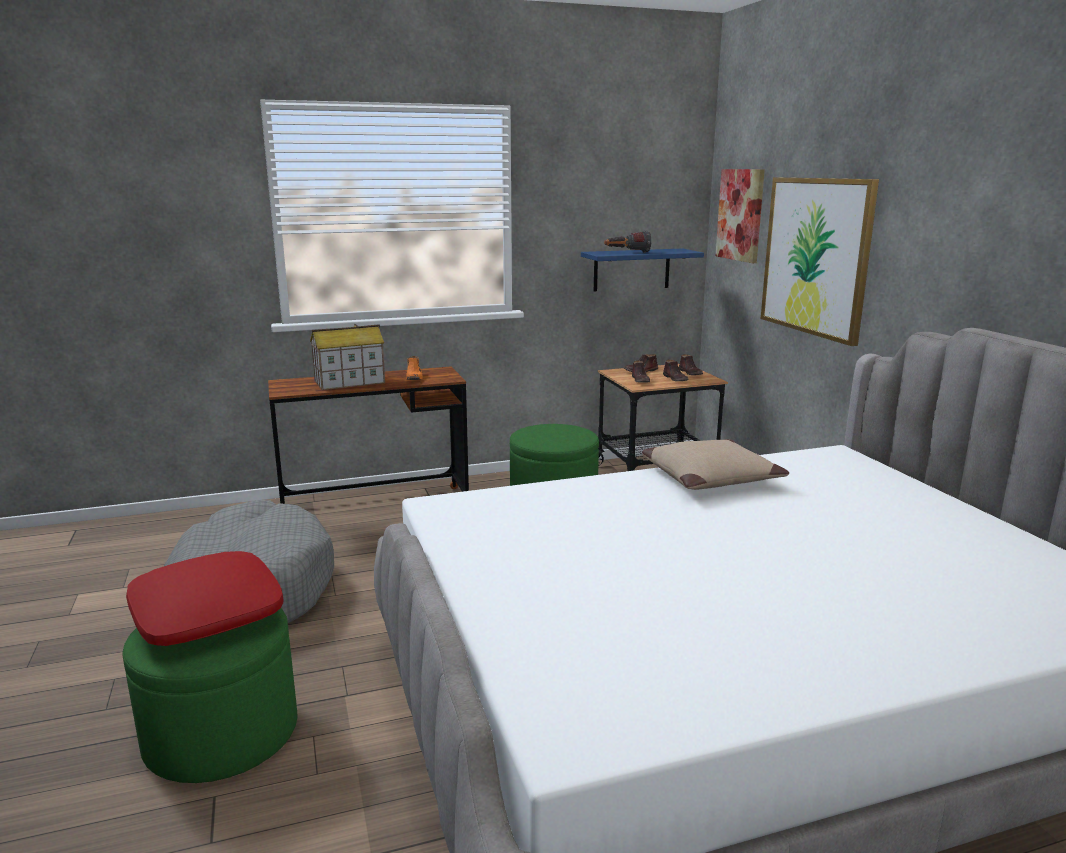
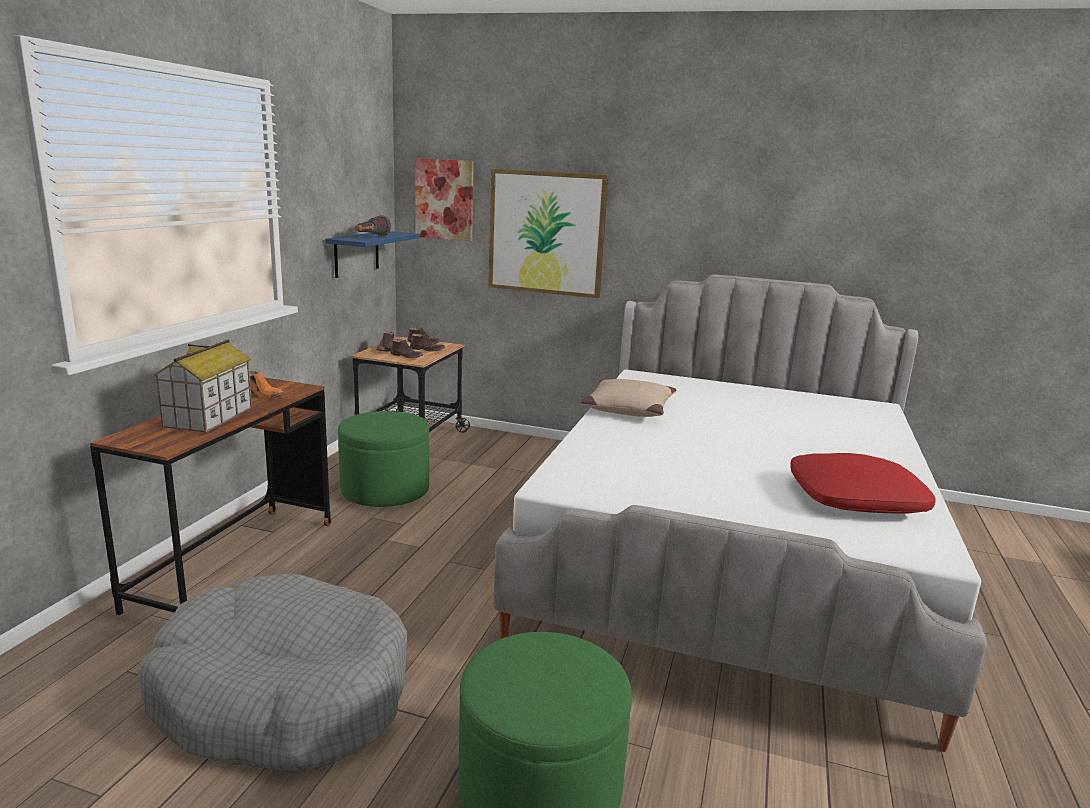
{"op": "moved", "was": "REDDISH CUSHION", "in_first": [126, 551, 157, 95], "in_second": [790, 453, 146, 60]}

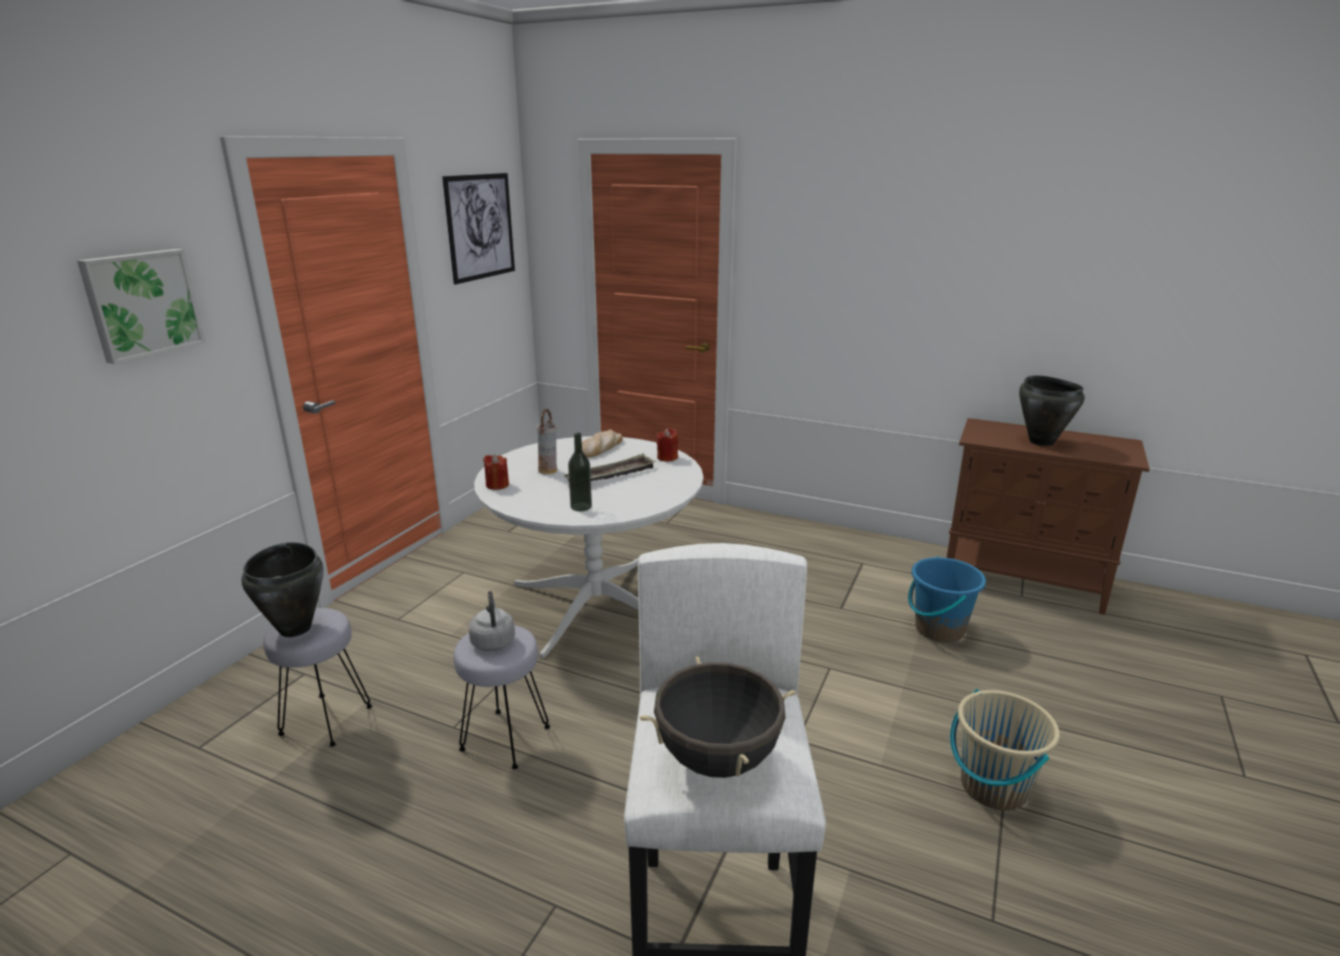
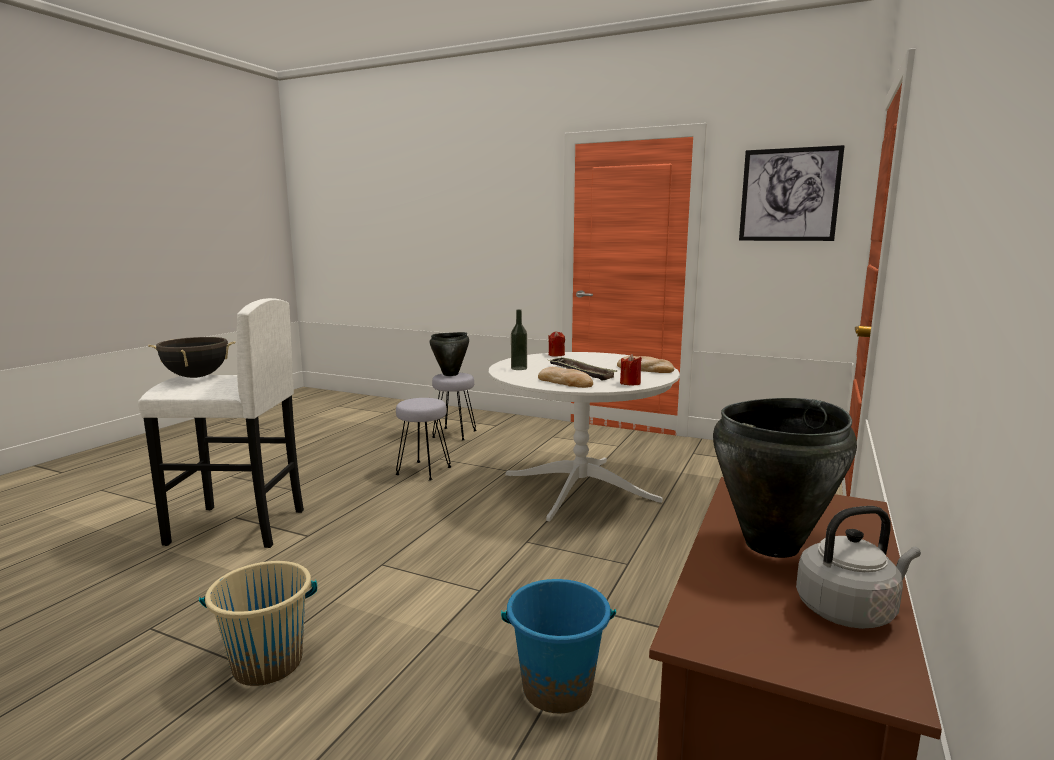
{"op": "added", "now": "BAKERY BREAD", "in_second": [538, 367, 55, 21]}
{"op": "moved", "was": "GREYISH KETTLE", "in_first": [468, 591, 47, 60], "in_second": [796, 506, 125, 123]}
{"op": "removed", "was": "WALL PICTURE", "in_first": [77, 249, 129, 115]}
{"op": "removed", "was": "VASE", "in_first": [537, 409, 20, 65]}

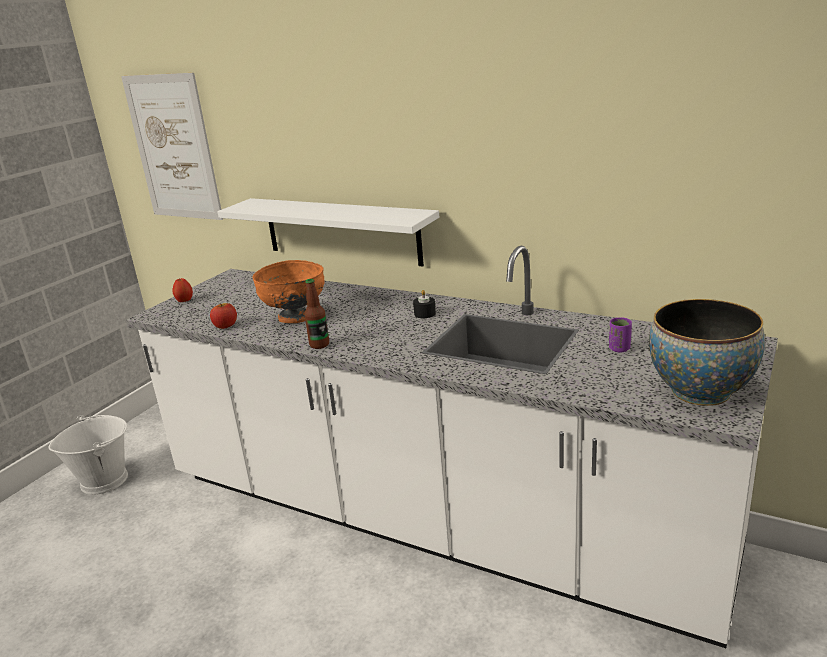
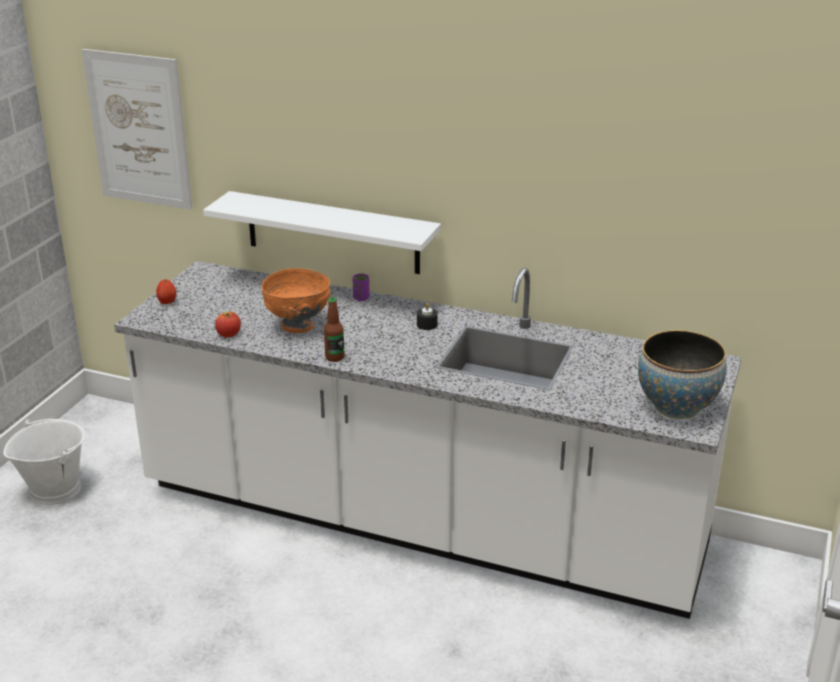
{"op": "moved", "was": "PURPLISH SMALL CUP", "in_first": [609, 317, 23, 35], "in_second": [352, 274, 17, 27]}

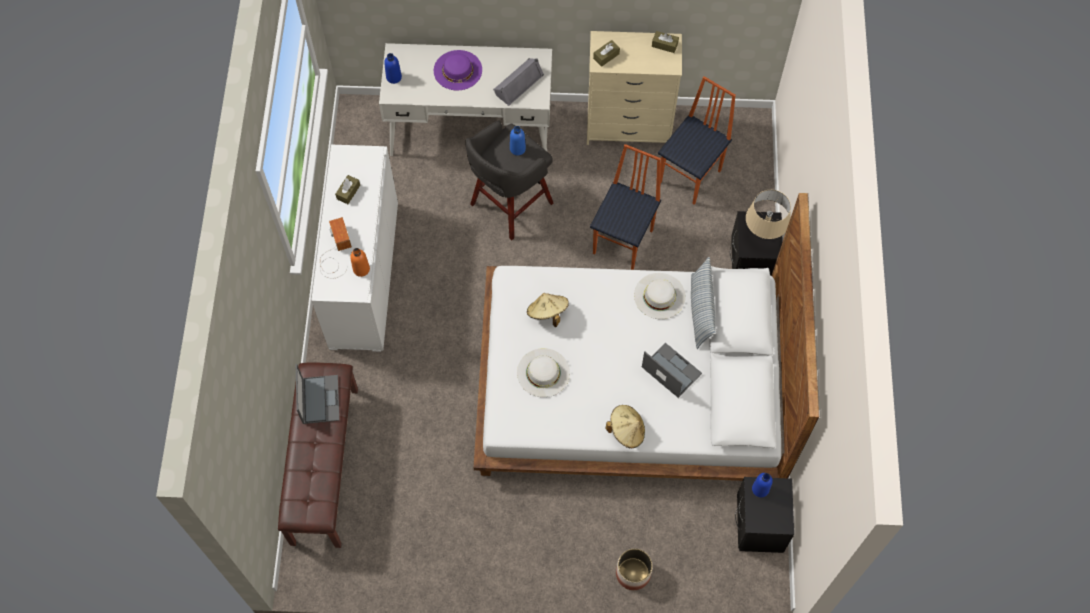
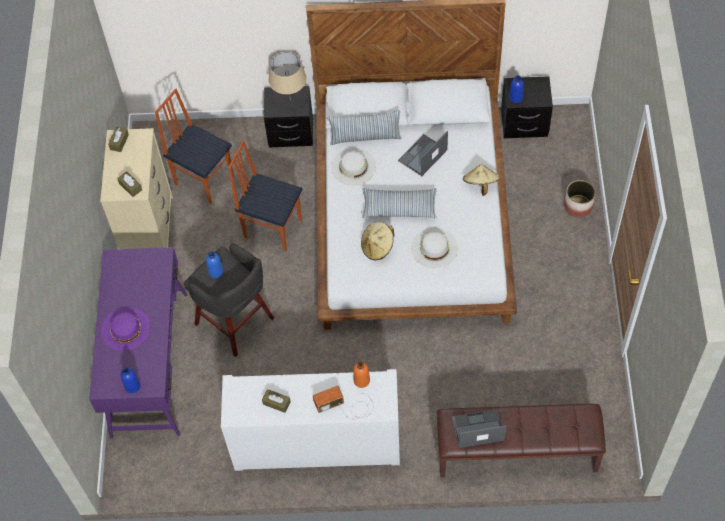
{"op": "recoloured", "was": "WHITISH DESK UNIT", "now": "PURPLISH DESK UNIT", "in_first": [379, 43, 173, 113], "in_second": [89, 247, 99, 192]}
{"op": "added", "now": "CUSHION", "in_second": [362, 188, 75, 31]}
{"op": "removed", "was": "GREYISH AUDIO SPEAKER", "in_first": [493, 58, 51, 48]}

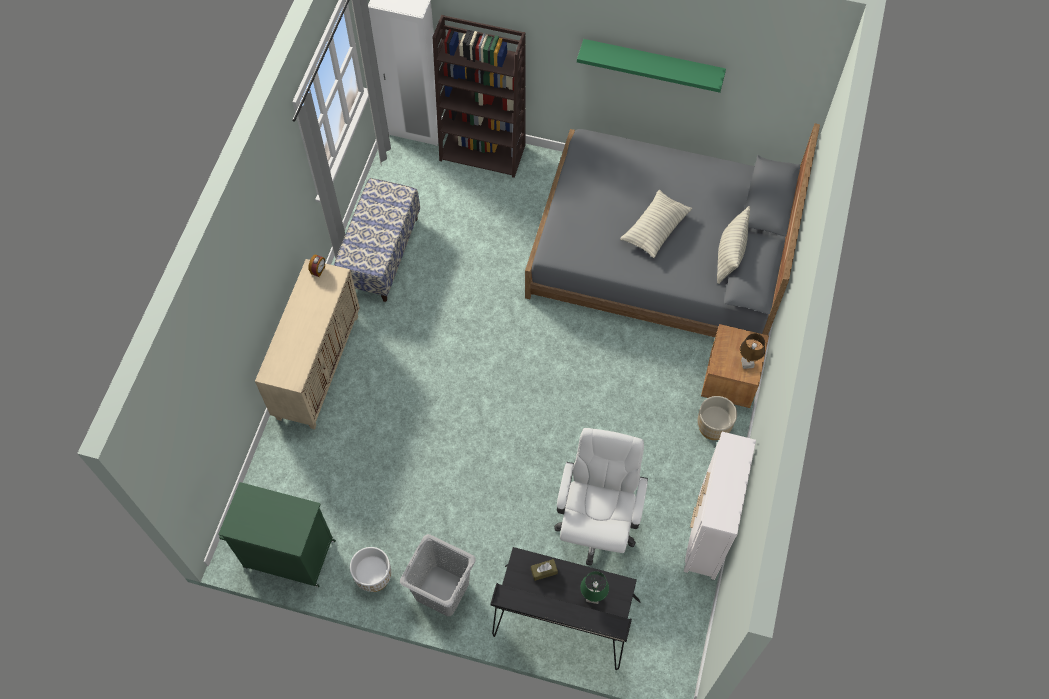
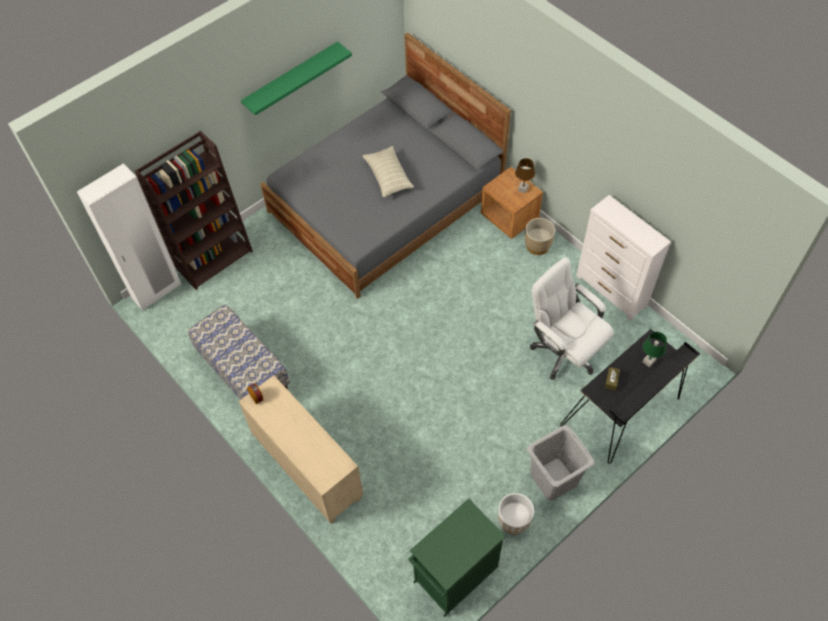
{"op": "removed", "was": "CUSHION", "in_first": [717, 206, 33, 78]}

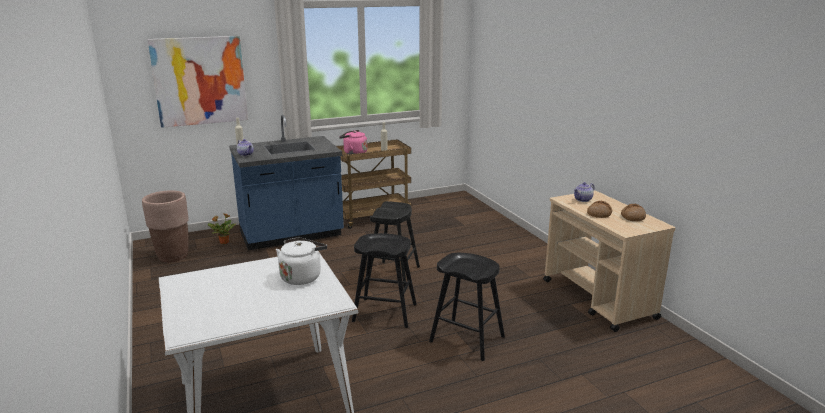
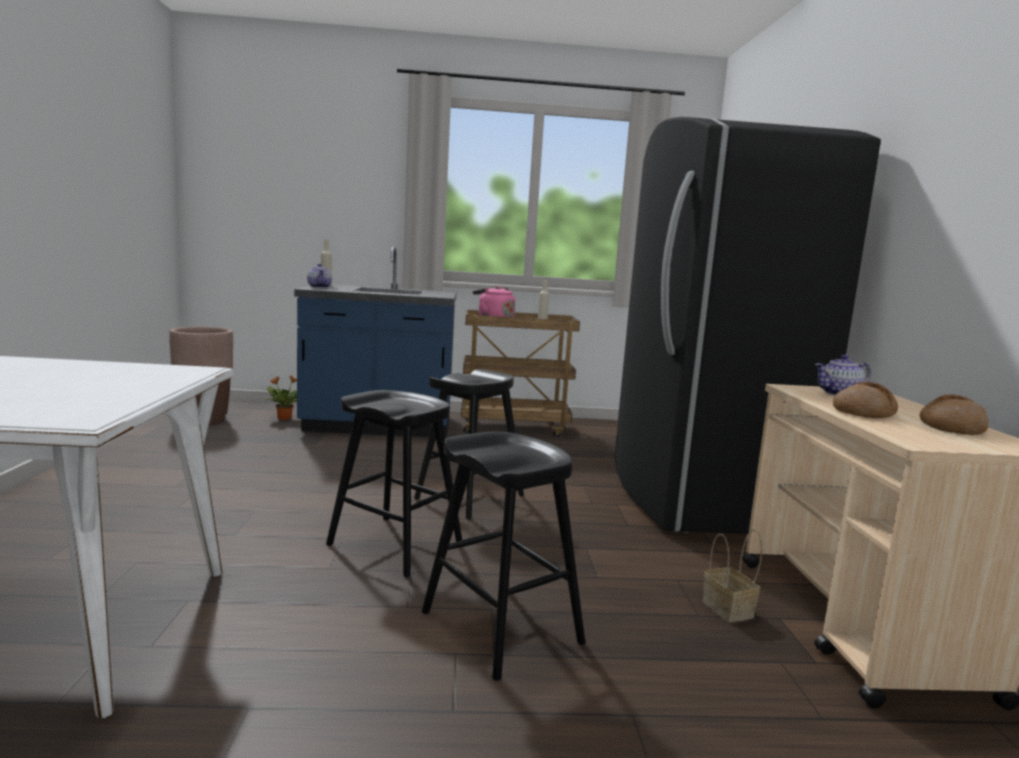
{"op": "added", "now": "BLACK REFRIGERATOR", "in_second": [614, 117, 267, 417]}
{"op": "added", "now": "HOUSEHOLD BASKET", "in_second": [703, 529, 59, 93]}
{"op": "removed", "was": "WALL PICTURE", "in_first": [147, 36, 101, 92]}
{"op": "removed", "was": "WHITISH KETTLE", "in_first": [276, 237, 51, 48]}

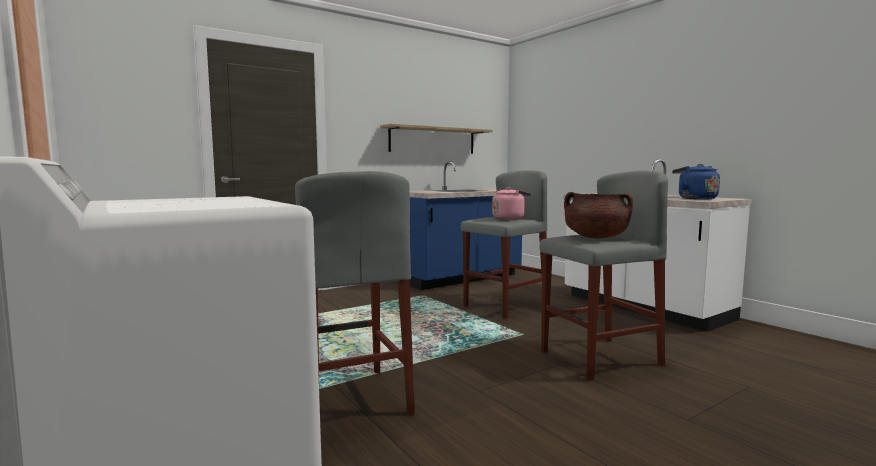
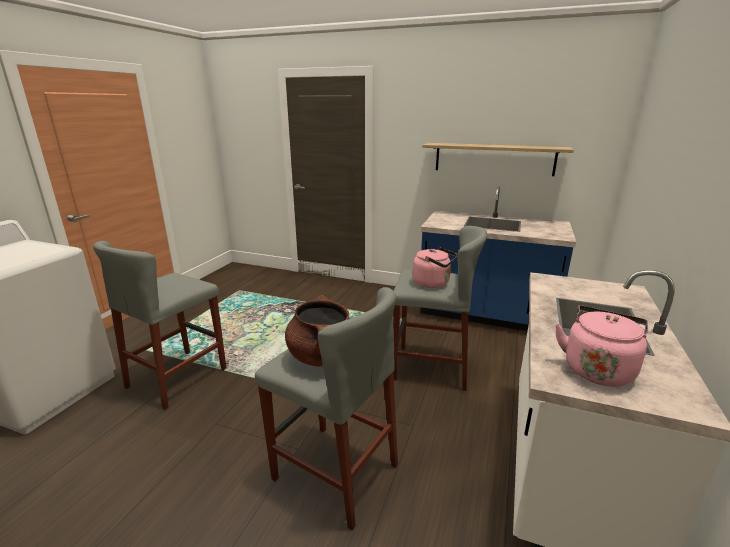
{"op": "recoloured", "was": "BLUE KETTLE", "now": "PINKISH KETTLE", "in_first": [672, 164, 48, 36], "in_second": [555, 305, 94, 81]}

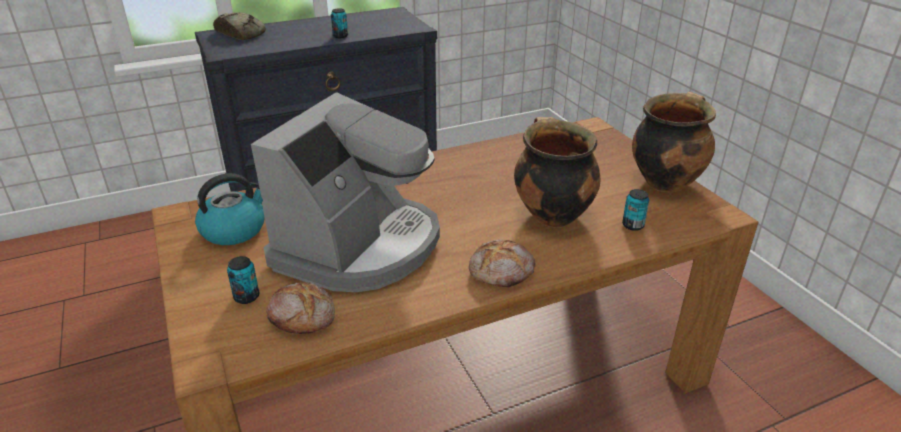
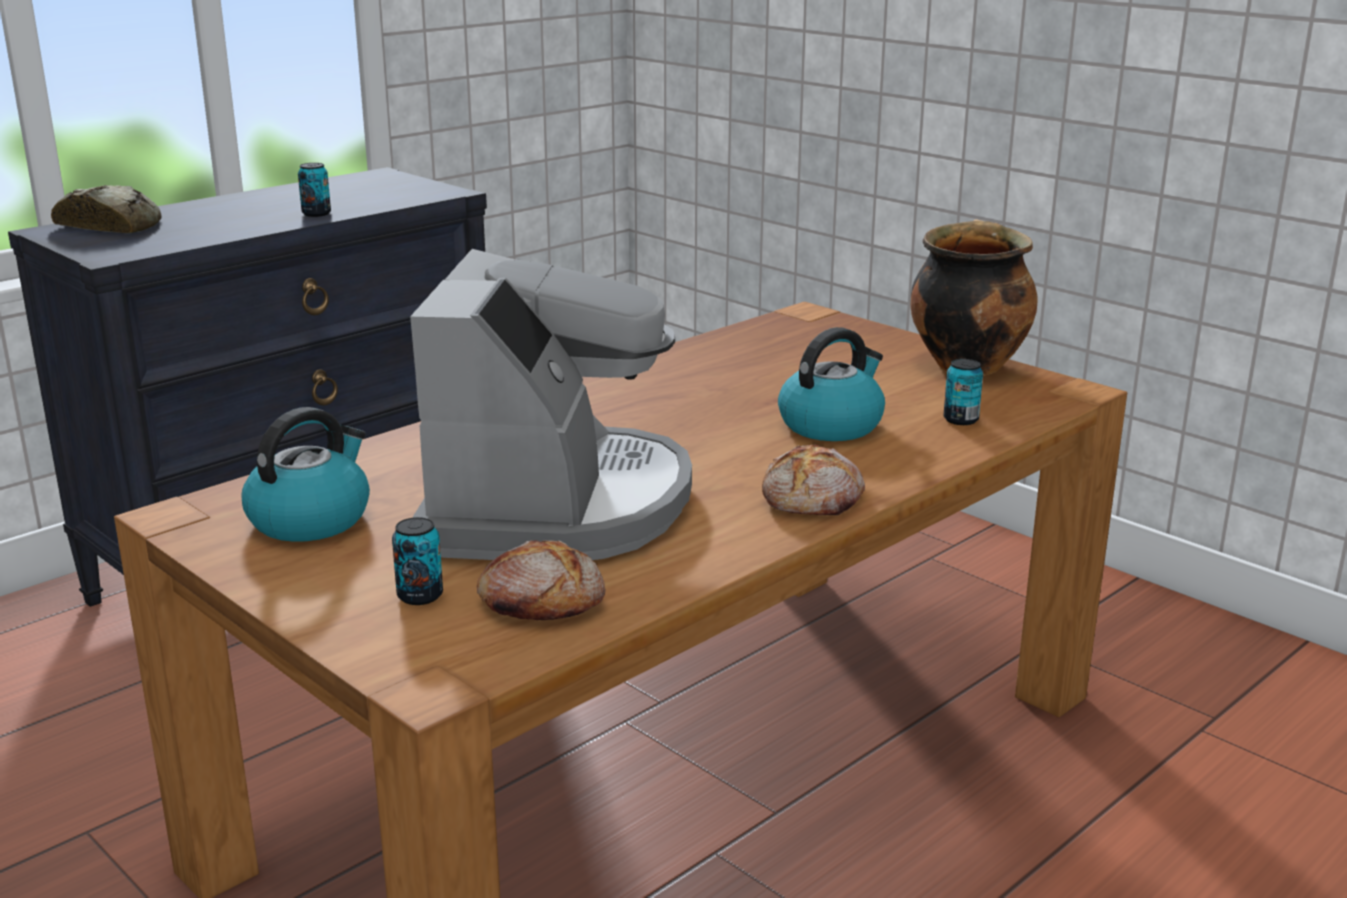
{"op": "replaced", "was": "COOKING POT", "now": "KETTLE", "in_first": [514, 117, 87, 110], "in_second": [778, 327, 107, 114]}

